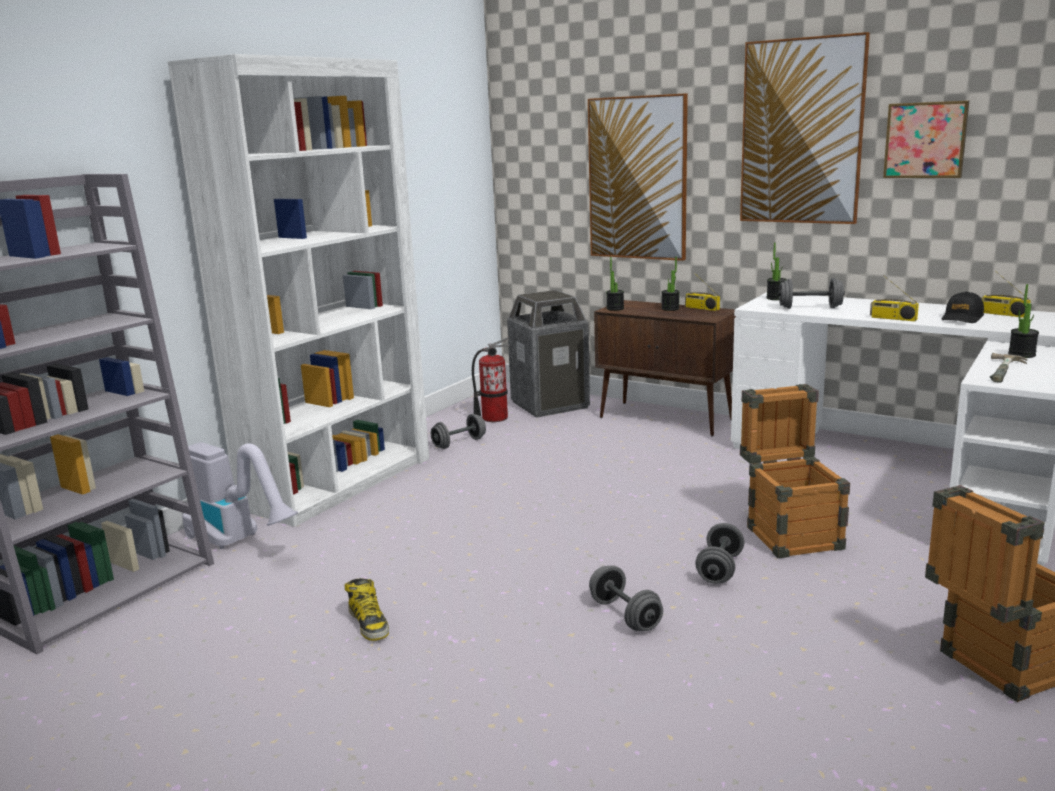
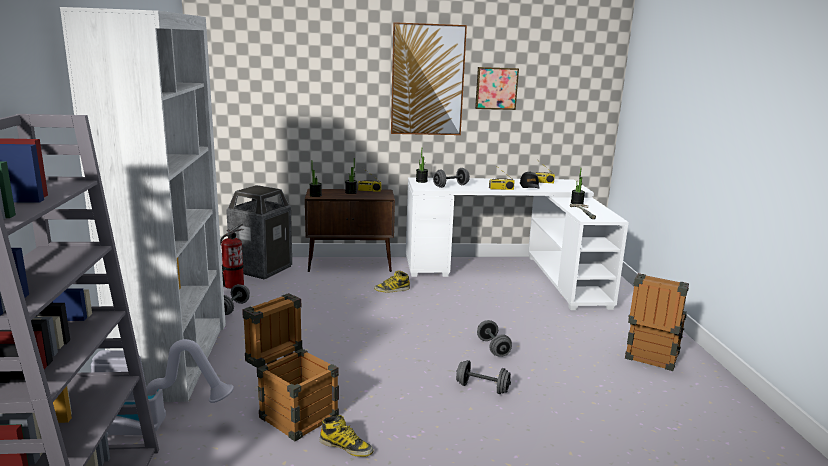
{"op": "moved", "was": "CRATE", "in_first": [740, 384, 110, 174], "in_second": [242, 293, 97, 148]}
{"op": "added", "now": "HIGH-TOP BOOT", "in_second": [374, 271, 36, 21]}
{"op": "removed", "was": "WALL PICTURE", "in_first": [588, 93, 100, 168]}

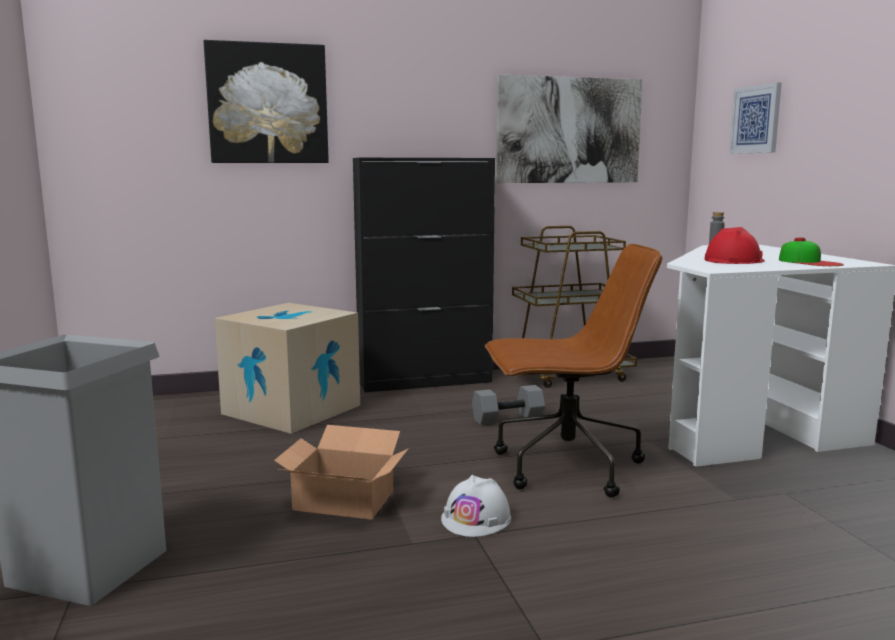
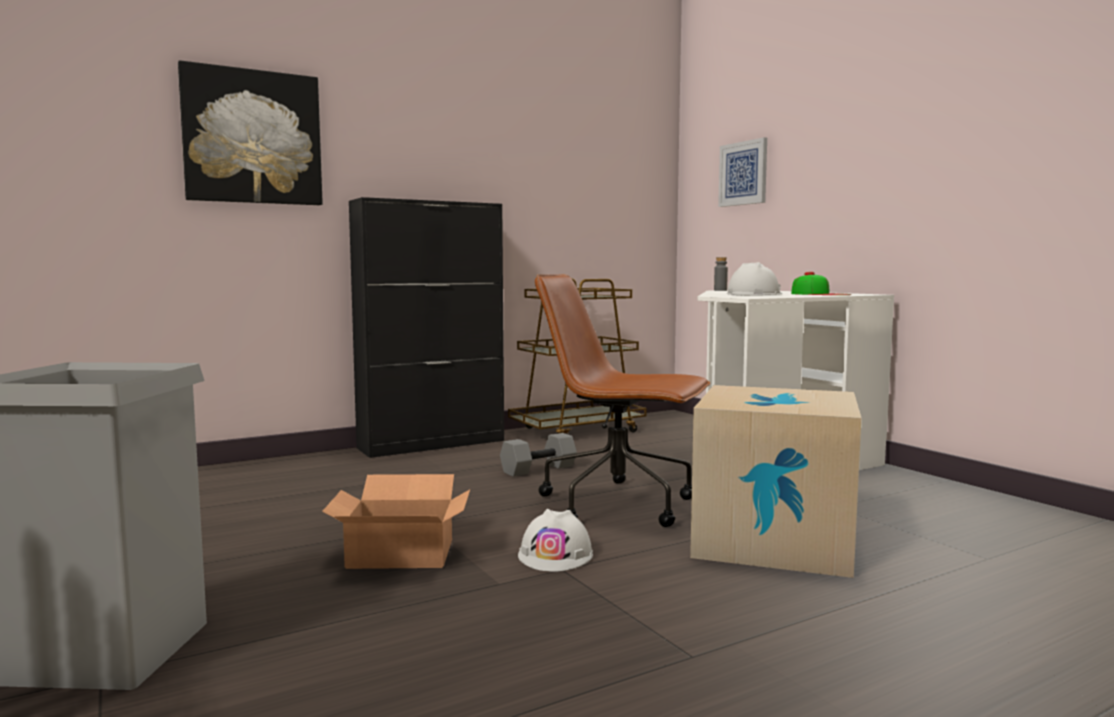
{"op": "turned", "was": "BROWN COMPUTER CHAIR", "in_first": [485, 244, 177, 253], "in_second": [535, 274, 175, 253], "clockwise": -135}
{"op": "moved", "was": "PACKING BOX", "in_first": [215, 303, 145, 131], "in_second": [690, 385, 171, 193]}
{"op": "recoloured", "was": "REDDISH WORK HELMET", "now": "WHITISH WORK HELMET", "in_first": [704, 227, 61, 37], "in_second": [727, 262, 55, 33]}
{"op": "removed", "was": "WALL PICTURE", "in_first": [496, 75, 147, 108]}

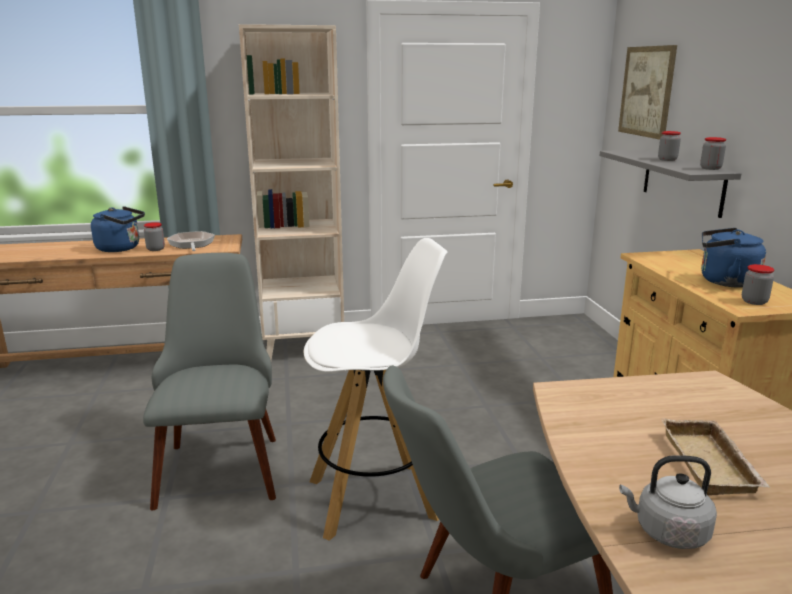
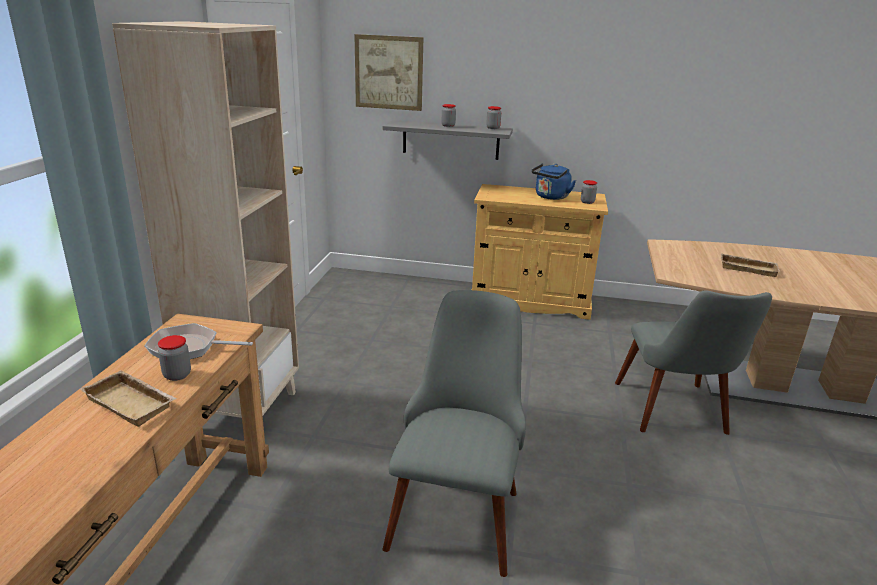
{"op": "replaced", "was": "BLUE KETTLE", "now": "BEIGE CARRYING TRAY", "in_first": [91, 206, 54, 46], "in_second": [80, 370, 97, 57]}
{"op": "turned", "was": "GREYISH UPRIGHT CHAIR", "in_first": [143, 253, 133, 257], "in_second": [383, 290, 143, 287], "clockwise": 90}
{"op": "removed", "was": "WHITISH SITTING STOOL", "in_first": [304, 238, 144, 303]}
{"op": "removed", "was": "GREYISH KETTLE", "in_first": [619, 455, 98, 94]}

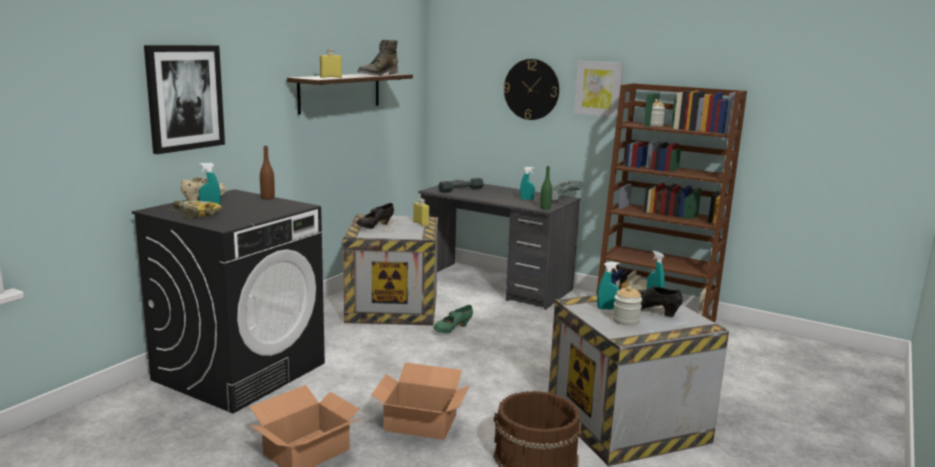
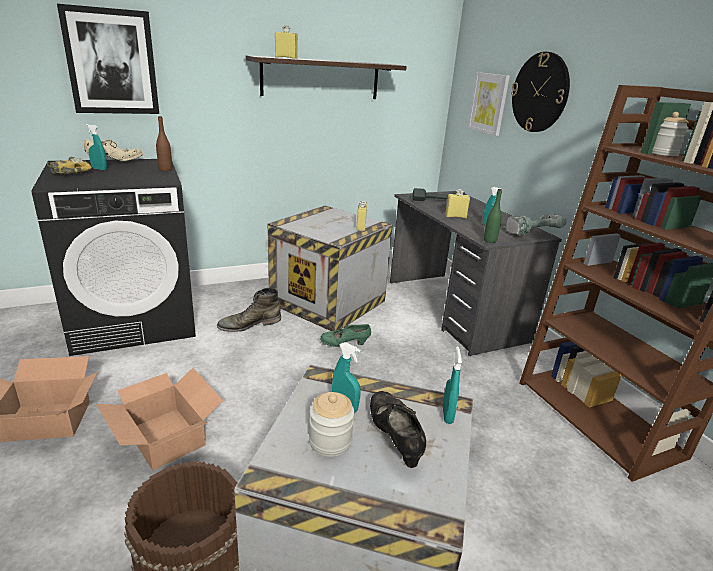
{"op": "moved", "was": "GREEN HIGH-TOP BOOT", "in_first": [357, 40, 41, 36], "in_second": [217, 288, 64, 44]}
{"op": "added", "now": "YELLOWISH DRINK BOTTLE", "in_second": [445, 189, 25, 29]}
{"op": "moved", "was": "WALL PICTURE", "in_first": [574, 61, 49, 57], "in_second": [468, 72, 42, 64]}
{"op": "removed", "was": "BLACK SHOE", "in_first": [356, 203, 38, 25]}

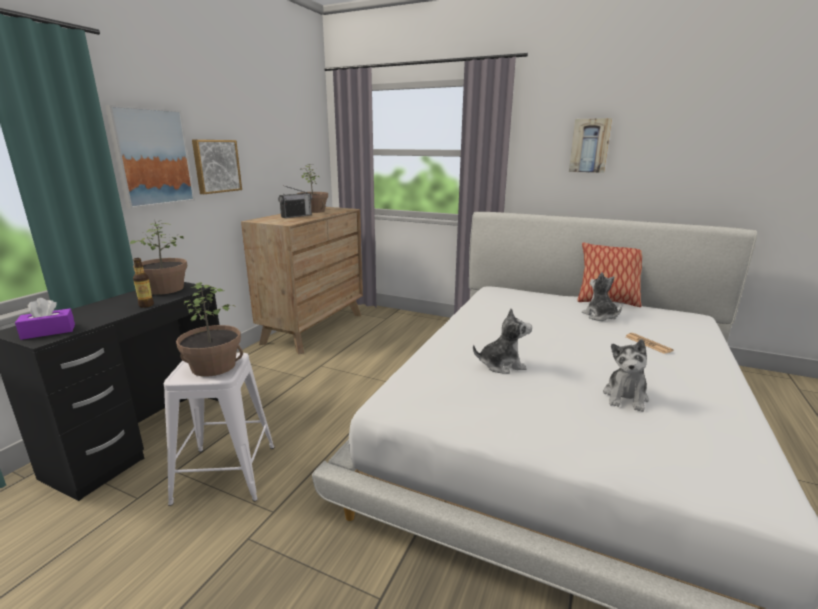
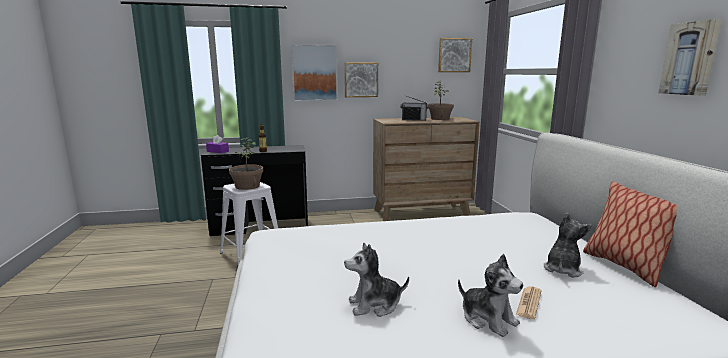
{"op": "added", "now": "WALL PICTURE", "in_second": [438, 38, 34, 34]}
{"op": "moved", "was": "PLUSH TOY", "in_first": [473, 308, 59, 66], "in_second": [458, 254, 65, 83]}
{"op": "removed", "was": "HOUSEPLANT", "in_first": [130, 221, 57, 74]}

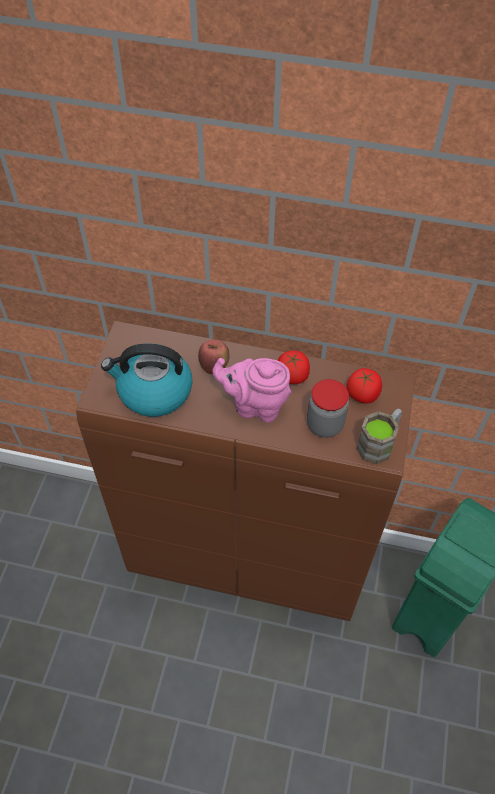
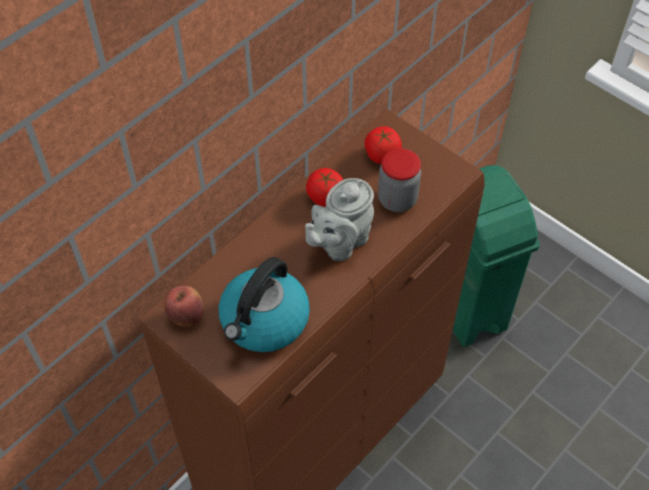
{"op": "moved", "was": "APPLE", "in_first": [198, 339, 32, 35], "in_second": [164, 285, 40, 42]}
{"op": "recoloured", "was": "PINKISH TEAPOT", "now": "GREYISH TEAPOT", "in_first": [212, 358, 79, 65], "in_second": [305, 178, 69, 83]}
{"op": "removed", "was": "BROWN COFFEE MUG", "in_first": [356, 408, 46, 56]}

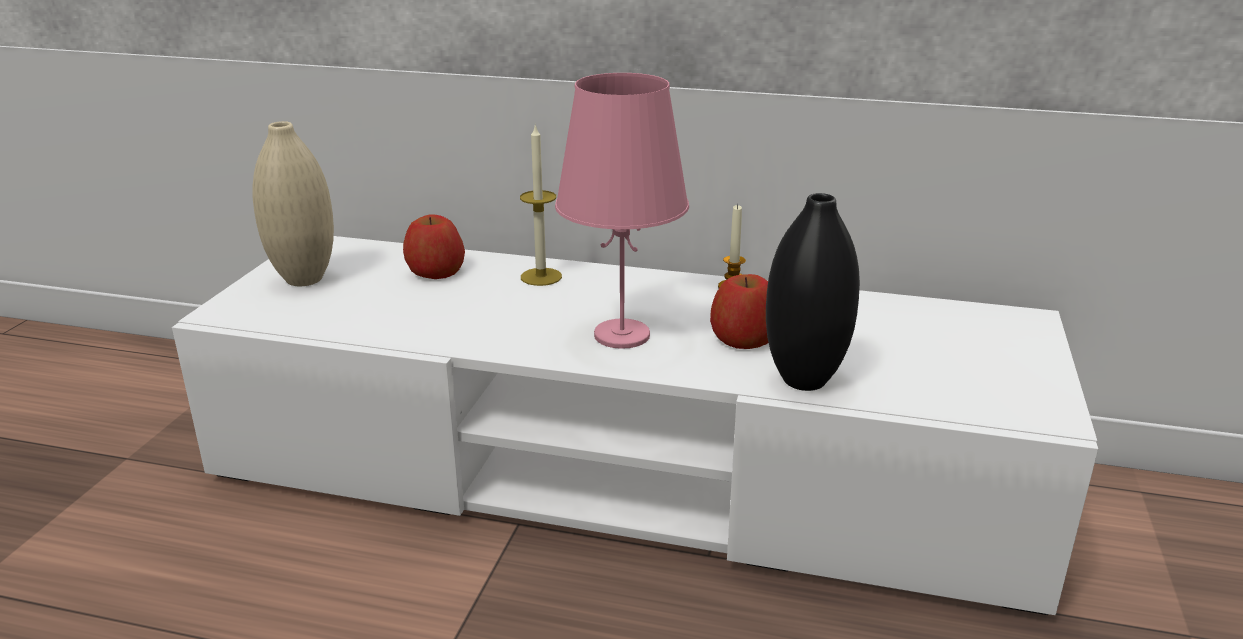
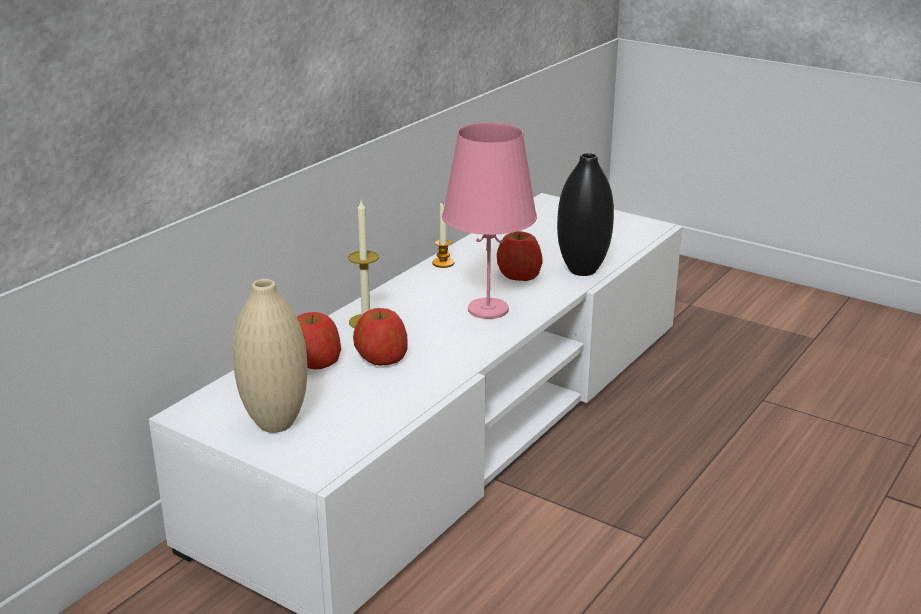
{"op": "added", "now": "APPLE", "in_second": [353, 308, 55, 58]}

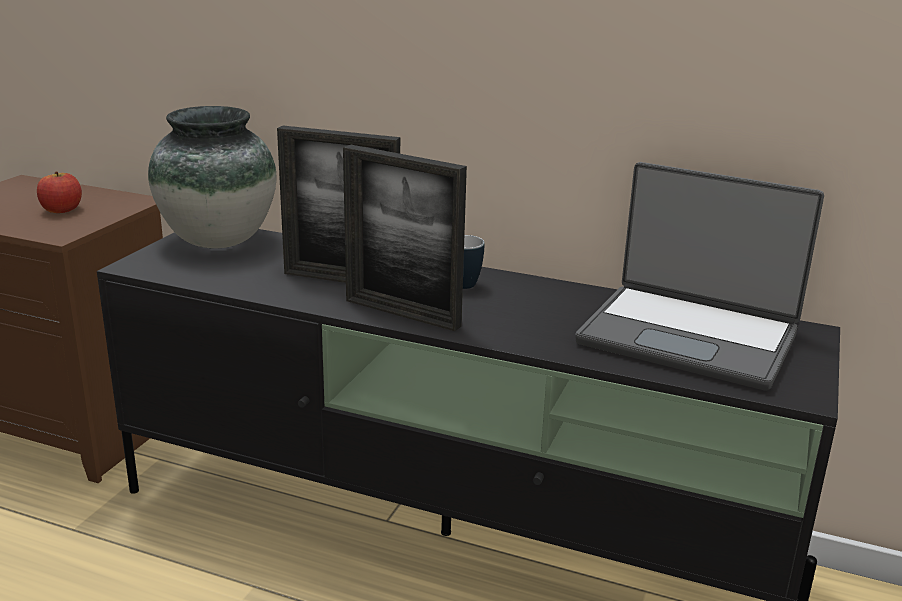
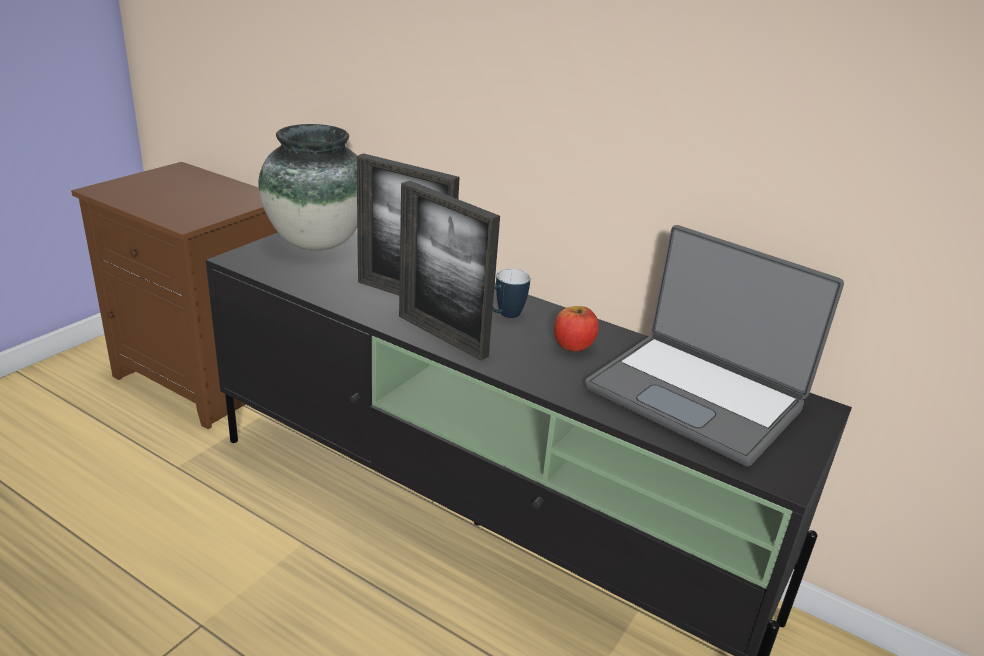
{"op": "moved", "was": "APPLE", "in_first": [37, 172, 45, 41], "in_second": [554, 306, 45, 45]}

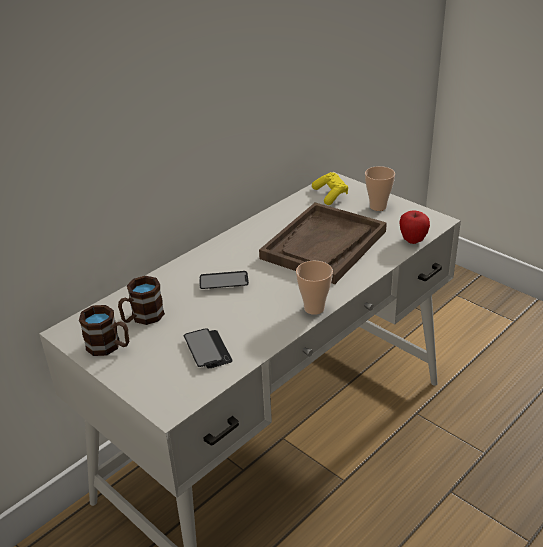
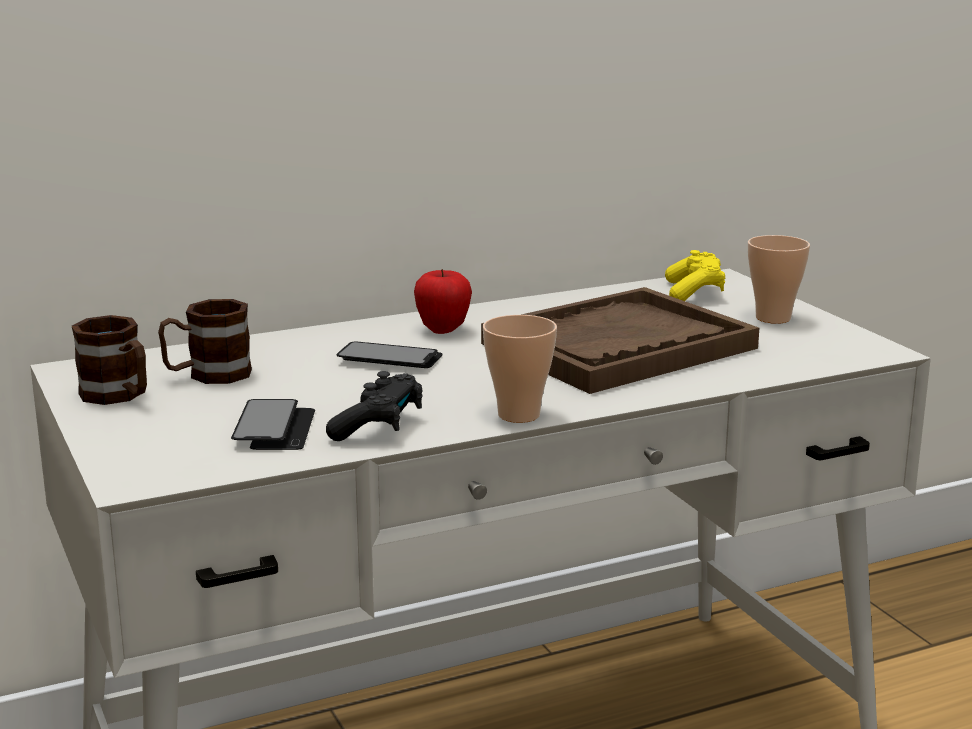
{"op": "added", "now": "BLACK GAMEPAD", "in_second": [326, 371, 97, 70]}
{"op": "moved", "was": "APPLE", "in_first": [400, 210, 30, 34], "in_second": [414, 269, 58, 65]}

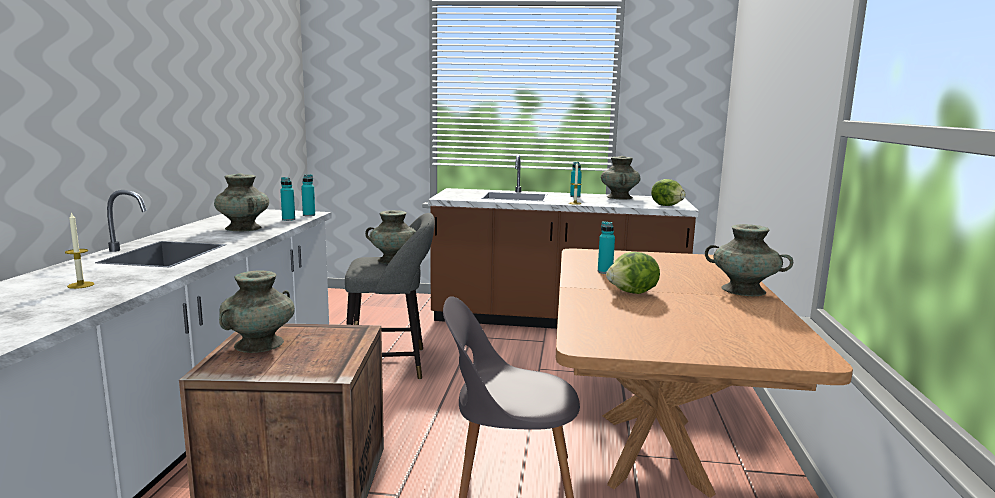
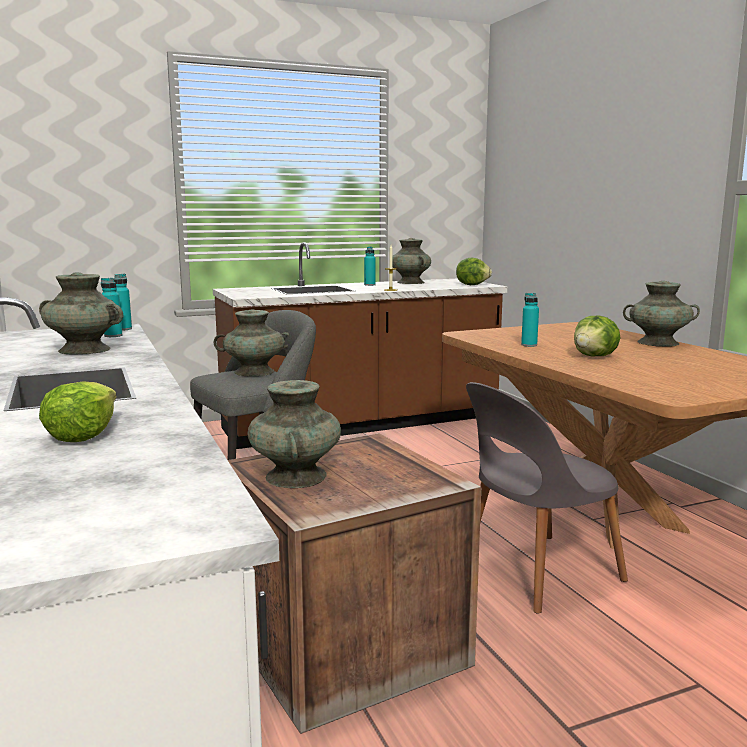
{"op": "replaced", "was": "CANDLE", "now": "LETTUCE HEAD", "in_first": [65, 212, 29, 77], "in_second": [39, 381, 78, 61]}

